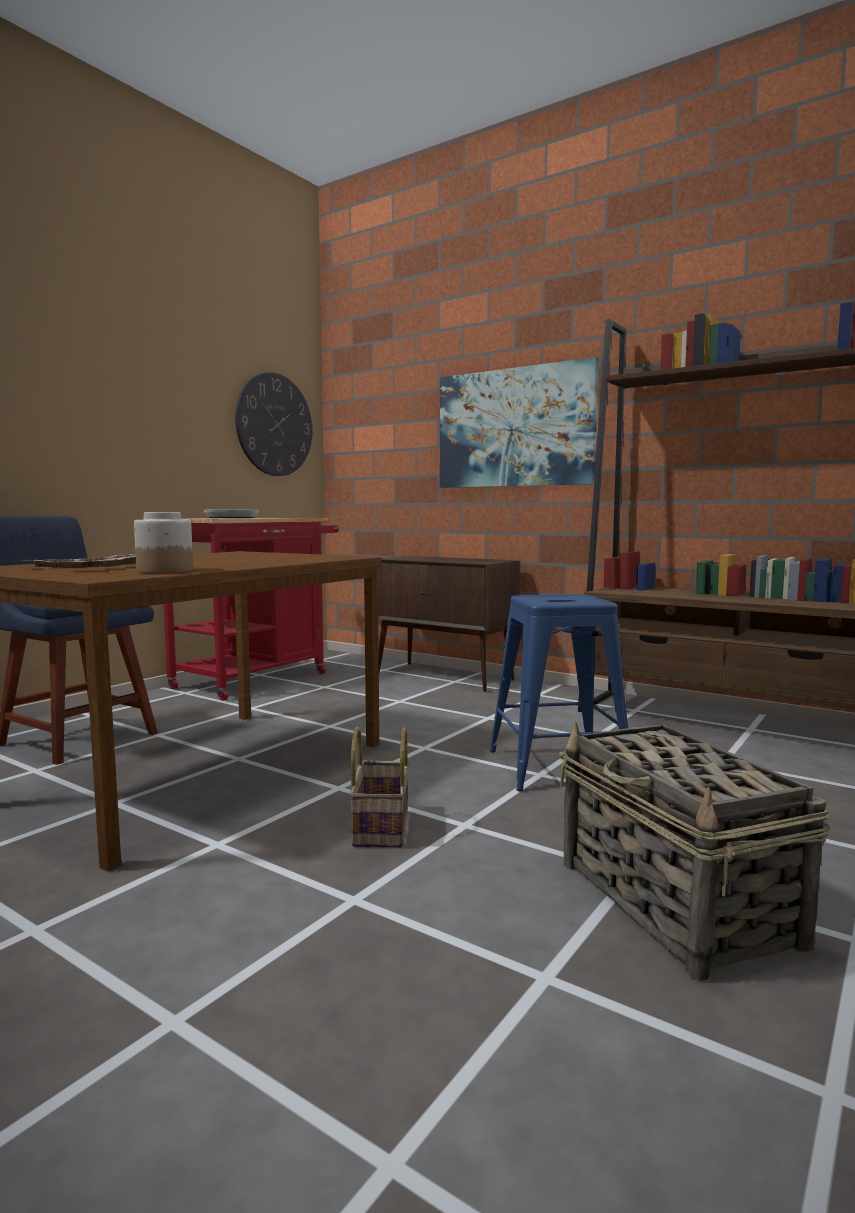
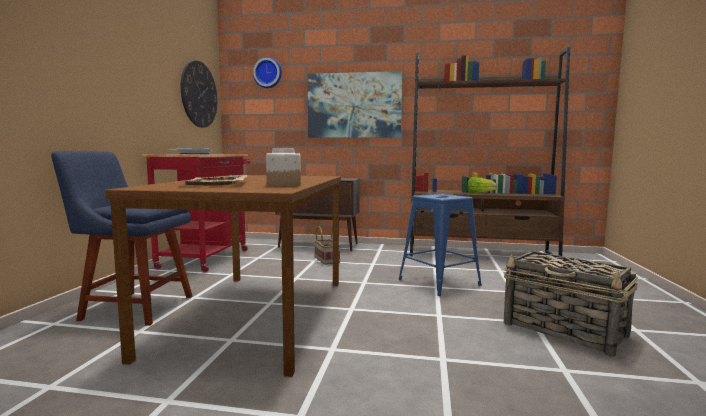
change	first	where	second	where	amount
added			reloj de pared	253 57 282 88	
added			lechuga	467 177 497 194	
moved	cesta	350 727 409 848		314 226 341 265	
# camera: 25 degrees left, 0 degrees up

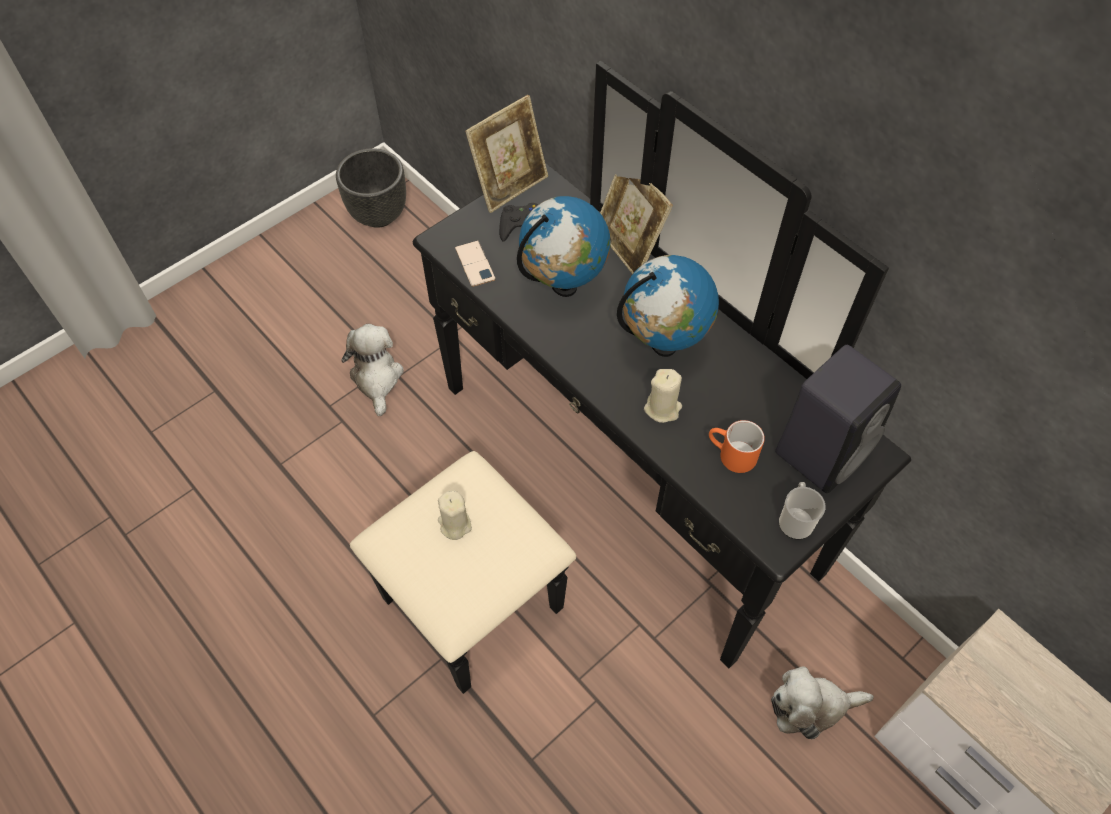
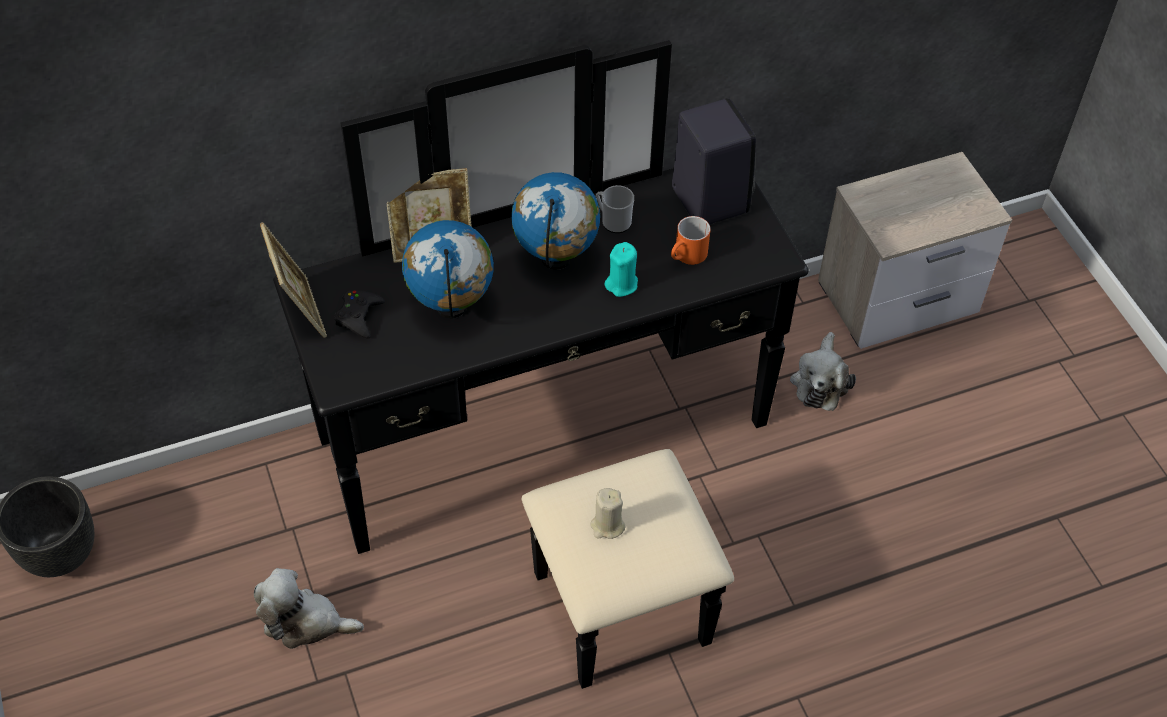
change	first	where	second	where	amount
removed	móvil	455 240 496 287			
moved	taza grande	779 482 826 540		596 185 634 233	
recoloured	vela/beis	644 369 682 423	vela/turquesa	604 242 638 297	
# camera: 70 degrees left, 5 degrees down

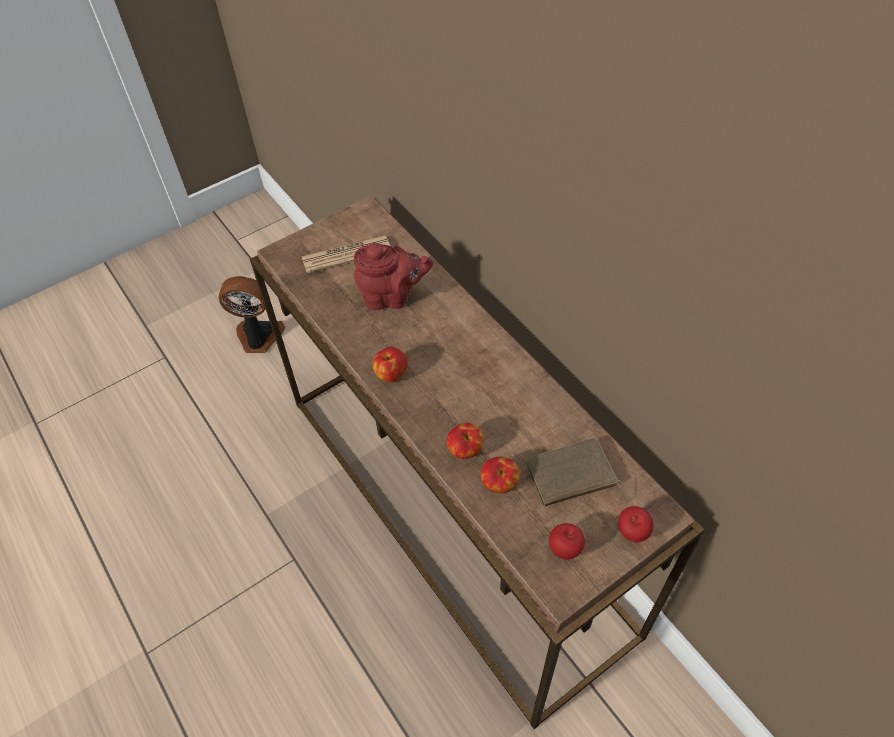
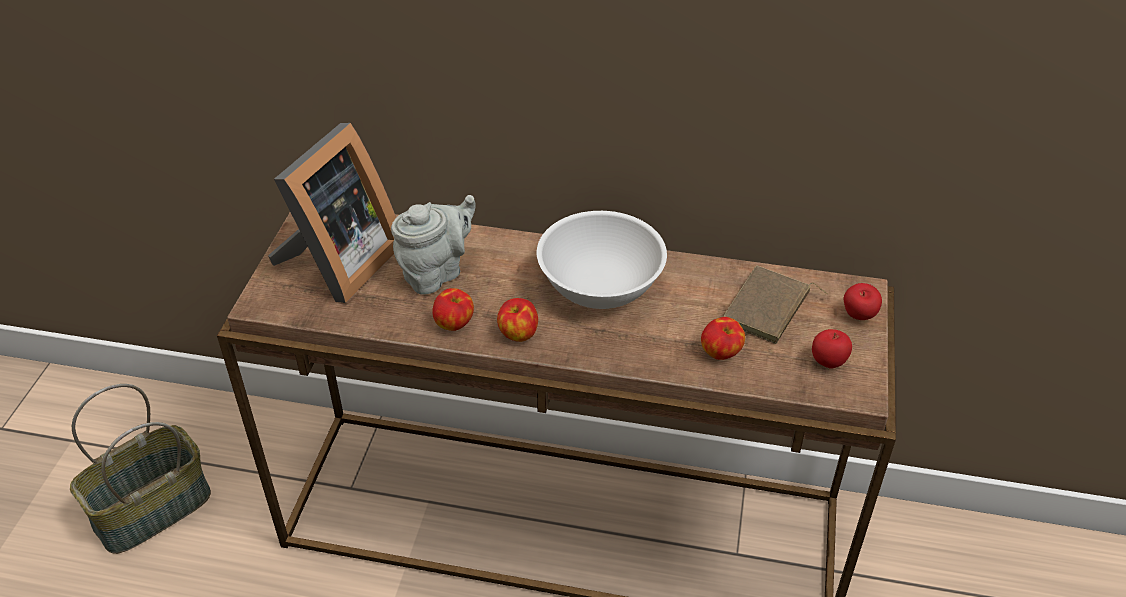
change	first	where	second	where	amount
added			cuenco/blanco	537 211 667 309	
moved	manzana	447 423 484 459		433 288 474 331	
replaced	ventilador	219 276 285 353	cesta	70 384 211 554	
replaced	periódico	302 235 390 273	portarretratos	268 123 396 303	
recoloured	tetera/rojo	354 243 433 310	tetera/gris	391 195 475 295	
# camera: 45 degrees left, 10 degrees down

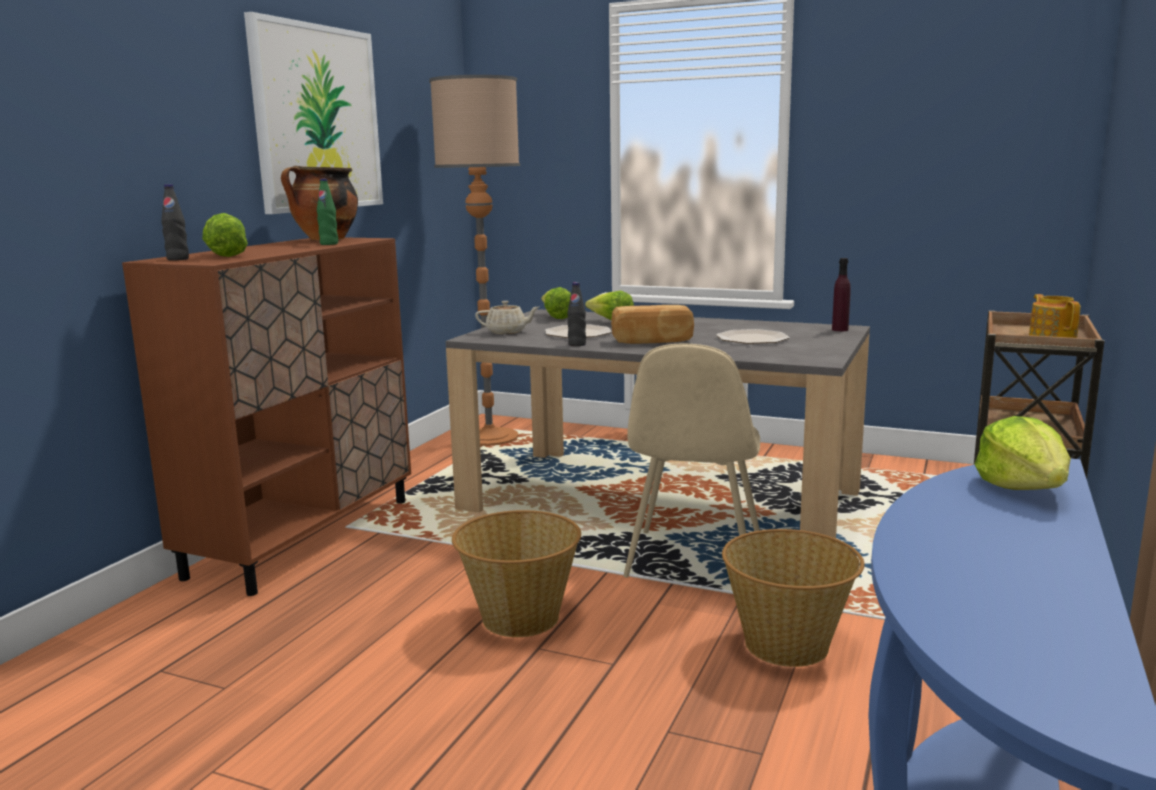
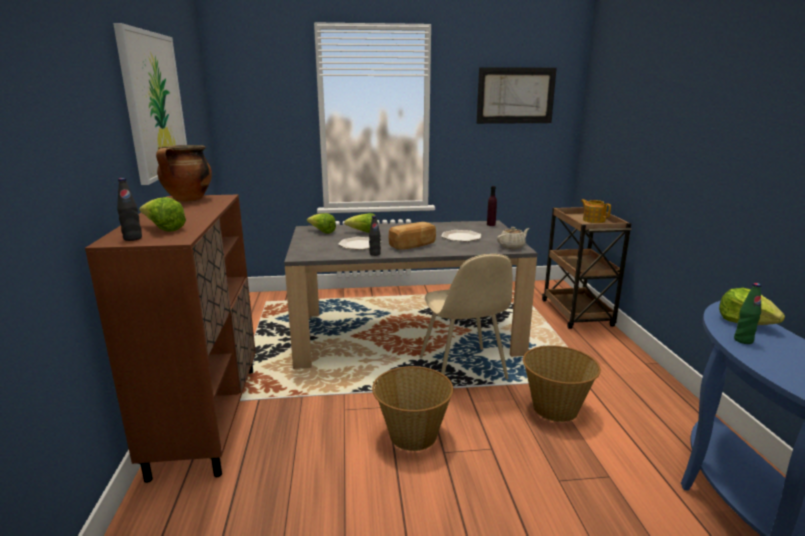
change	first	where	second	where	amount
removed	lámpara de pie	429 75 520 447			
added			cuadro	476 67 557 124	
moved	botella/verde	317 179 338 245		734 283 761 344	
moved	tetera/beis	475 301 539 334		497 227 530 249	
# camera: 30 degrees left, 5 degrees up

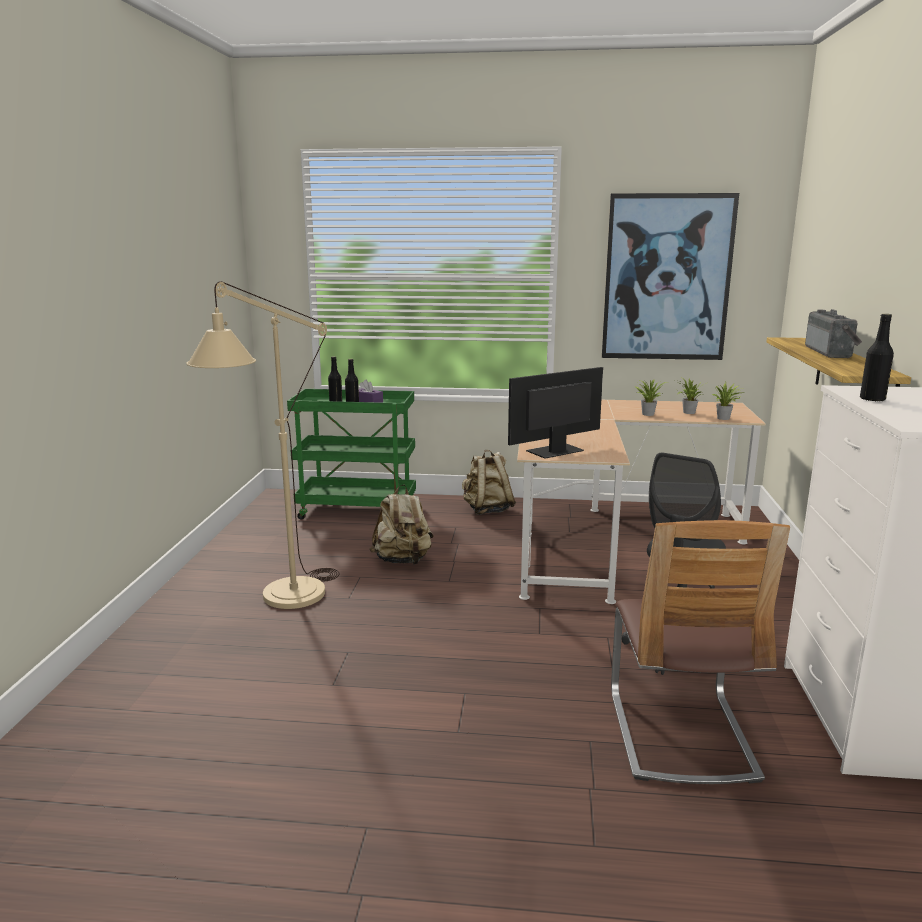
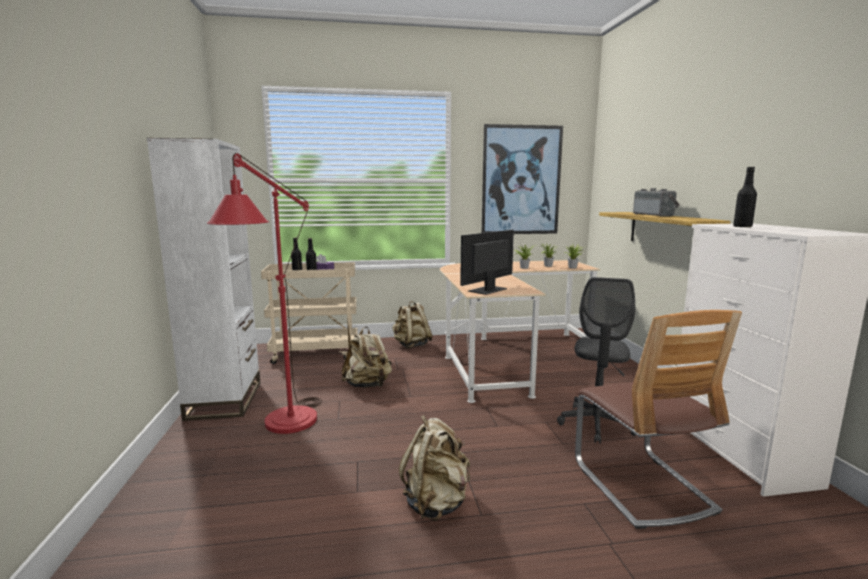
change	first	where	second	where	amount
added			estantería/blanco	147 138 260 421	
added			mochila/beis	399 415 470 521	
recoloured	lámpara de pie/beis	186 281 339 609	lámpara de pie/rojo	207 153 322 434	
recoloured	carrito/verde	287 389 416 520	carrito/beis	261 262 358 364	
# camera: 15 degrees left, 5 degrees down

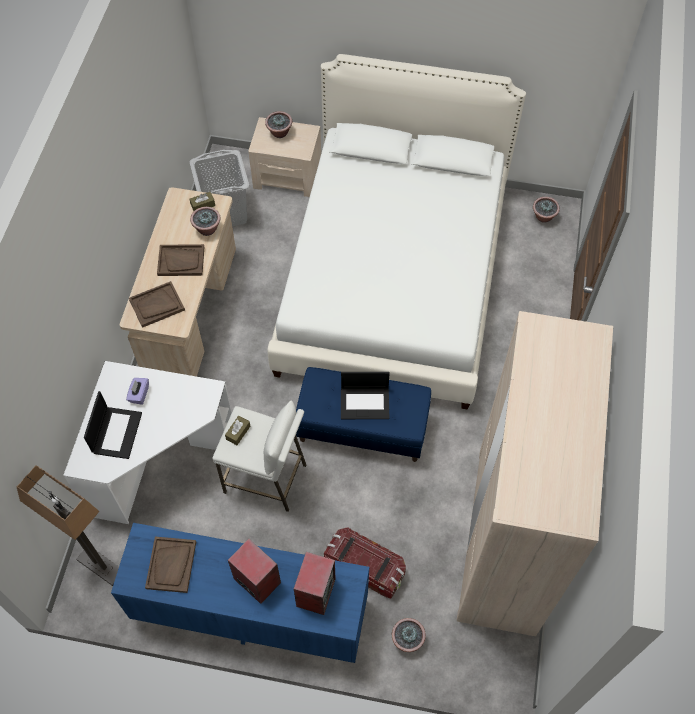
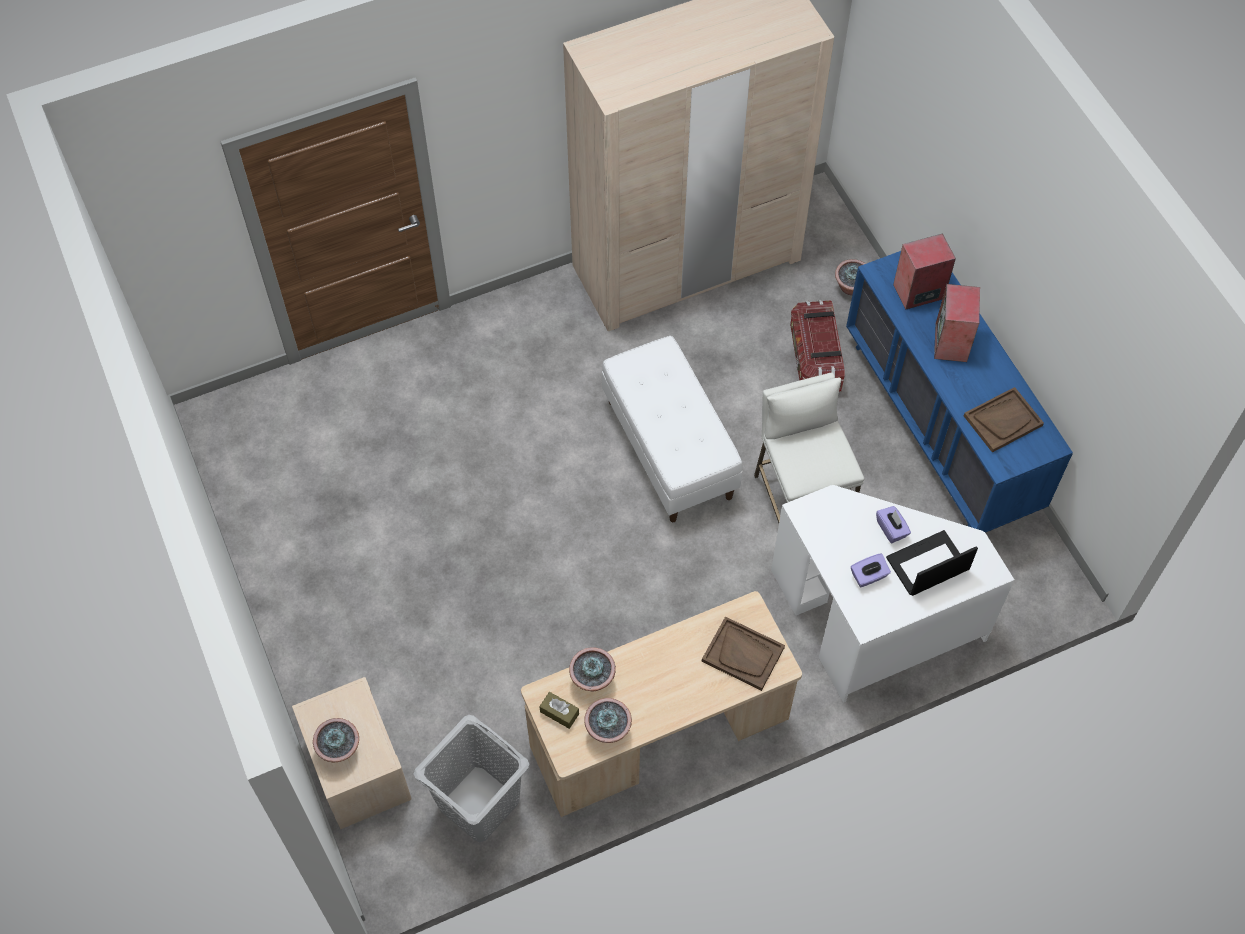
change	first	where	second	where	amount
removed	lámpara de pie	17 465 119 586			
removed	bandeja/marrón	157 244 204 276			
removed	caja de pañuelos/marrón	225 416 250 445			
removed	cama/blanco	268 54 526 409			
removed	portátil	341 372 390 419			
added			caja de pañuelos/morado	876 506 911 543	
moved	planta en maceta	533 197 560 223		584 698 632 743	
recoloured	banco/azul	296 367 431 462	banco/blanco	602 336 743 522	
# camera: 125 degrees left, 0 degrees up

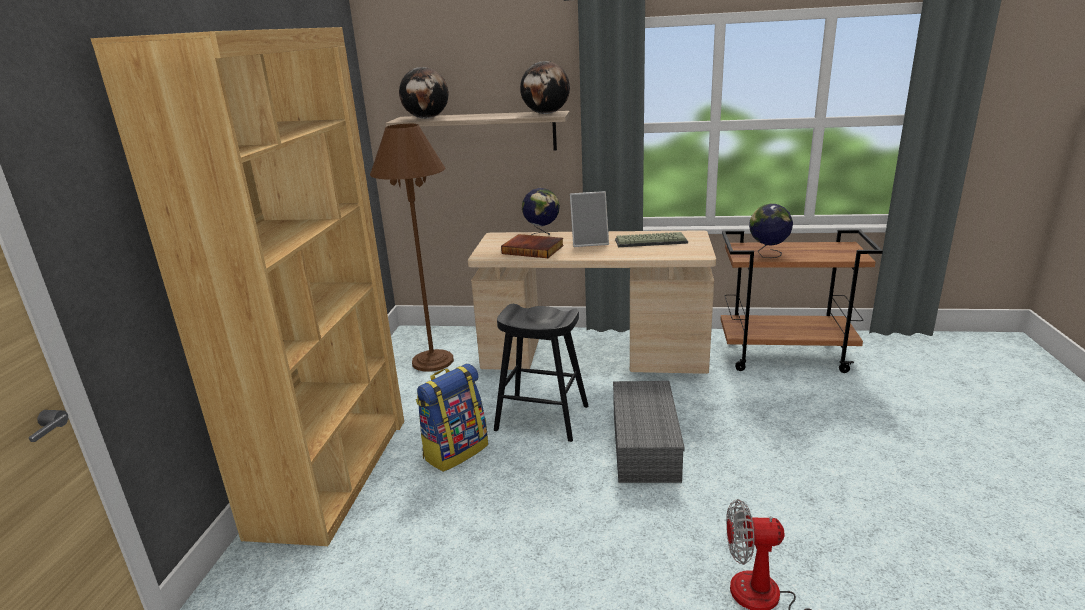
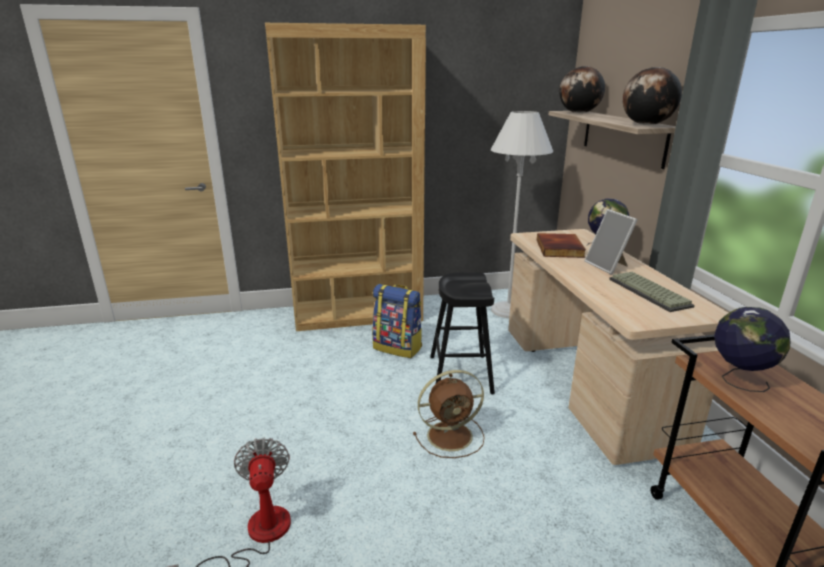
change	first	where	second	where	amount
replaced	caja de almacenaje/gris	613 381 685 483	ventilador/marrón	413 370 485 458	
recoloured	lámpara de pie/marrón	370 124 454 372	lámpara de pie/blanco	491 111 554 318	
# camera: 70 degrees right, 0 degrees up

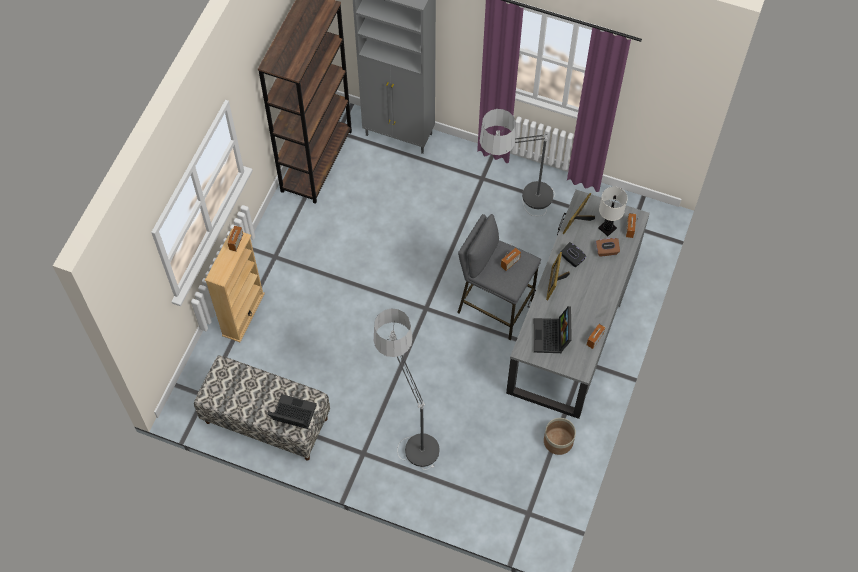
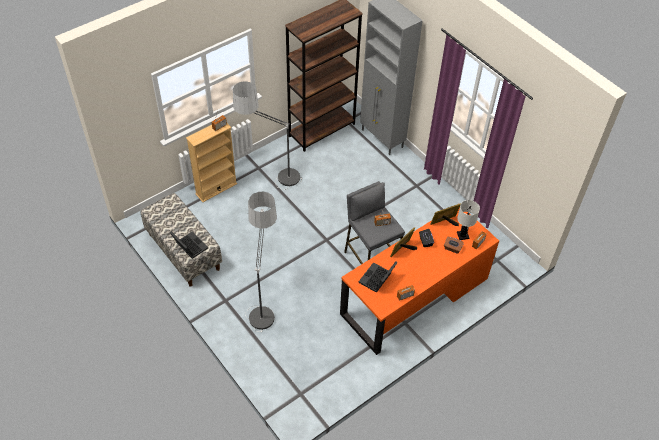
change	first	where	second	where	amount
removed	maceta	544 418 576 455			
moved	lámpara de pie	479 109 555 216		233 81 302 190	
recoloured	escritorio/gris	506 190 650 419	escritorio/naranja	340 208 499 355	
# camera: 30 degrees right, 10 degrees down

